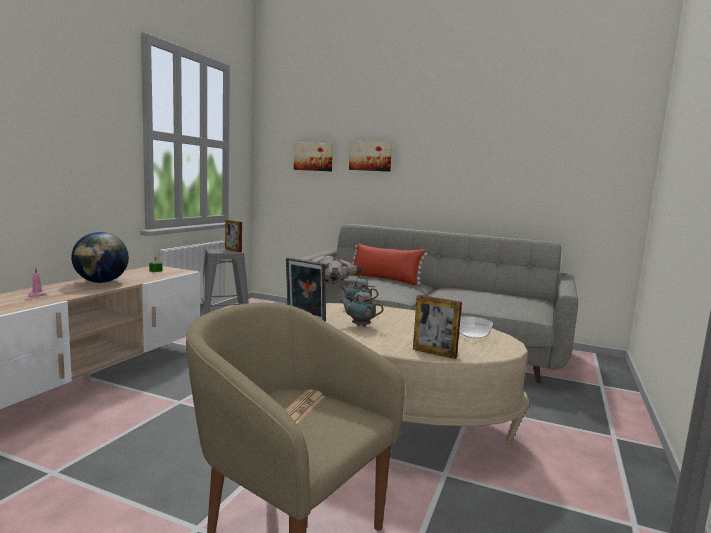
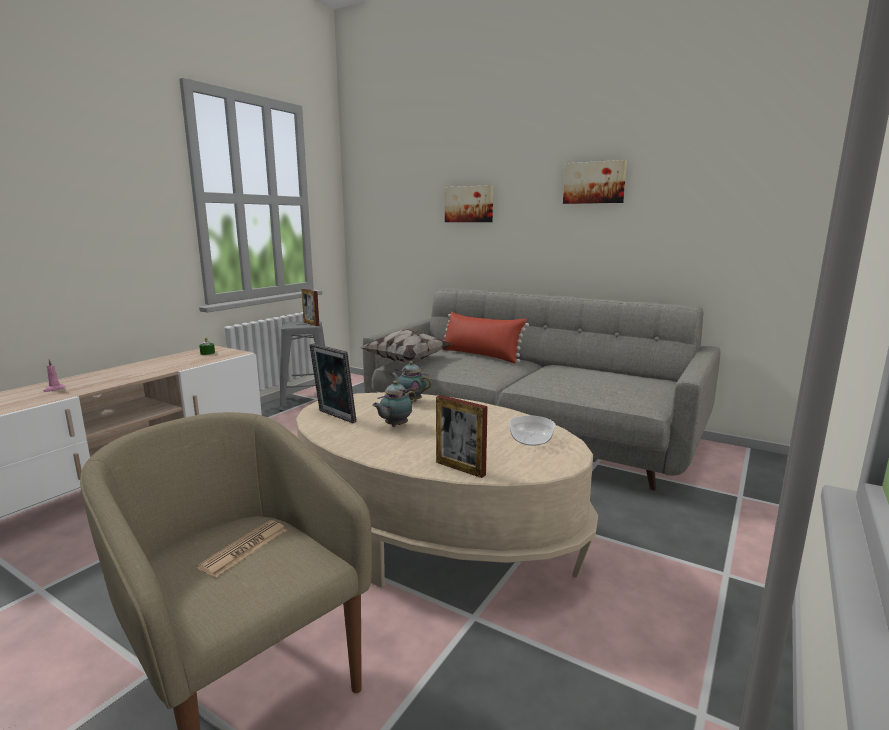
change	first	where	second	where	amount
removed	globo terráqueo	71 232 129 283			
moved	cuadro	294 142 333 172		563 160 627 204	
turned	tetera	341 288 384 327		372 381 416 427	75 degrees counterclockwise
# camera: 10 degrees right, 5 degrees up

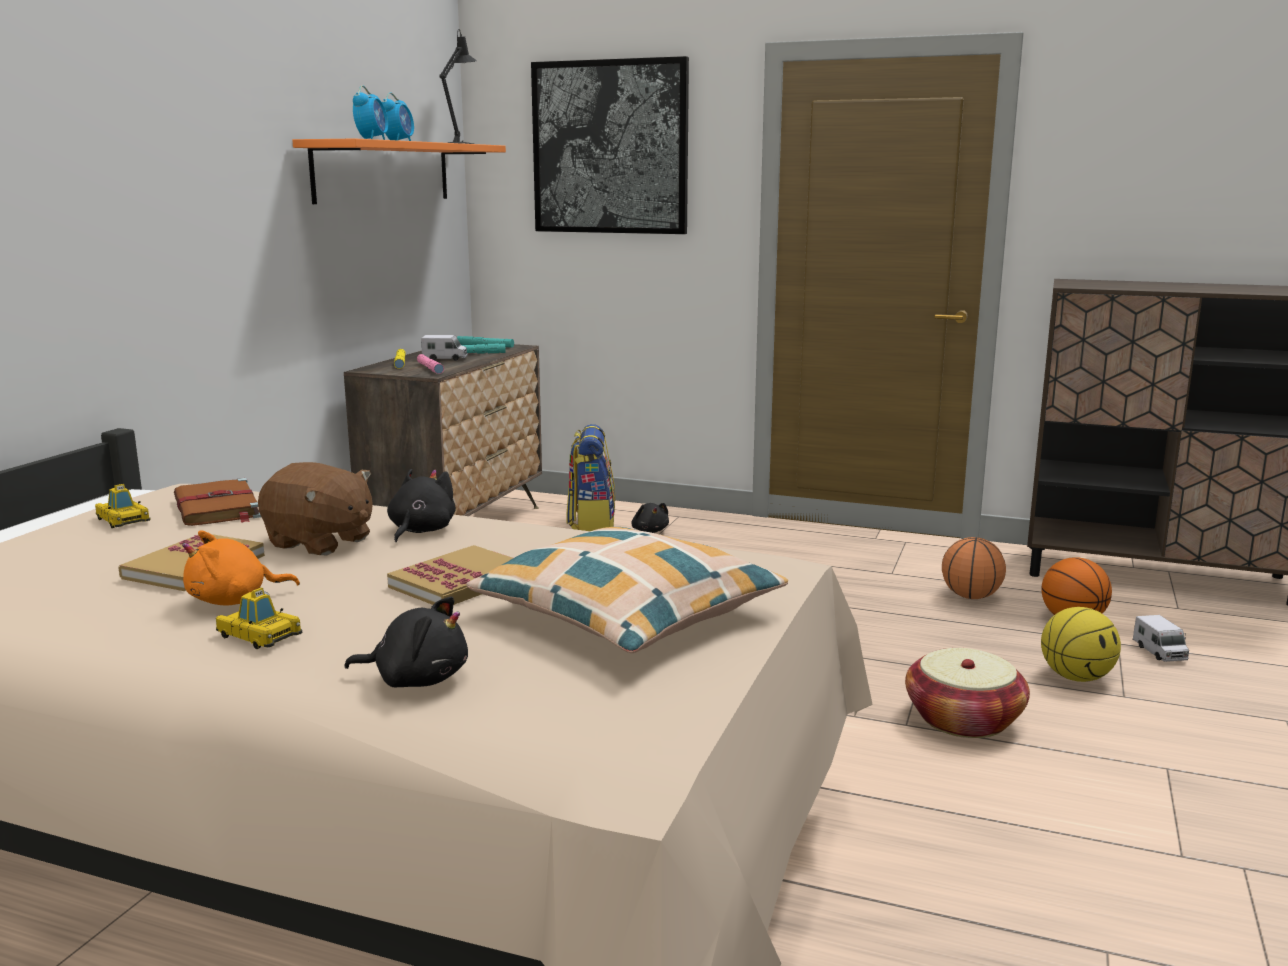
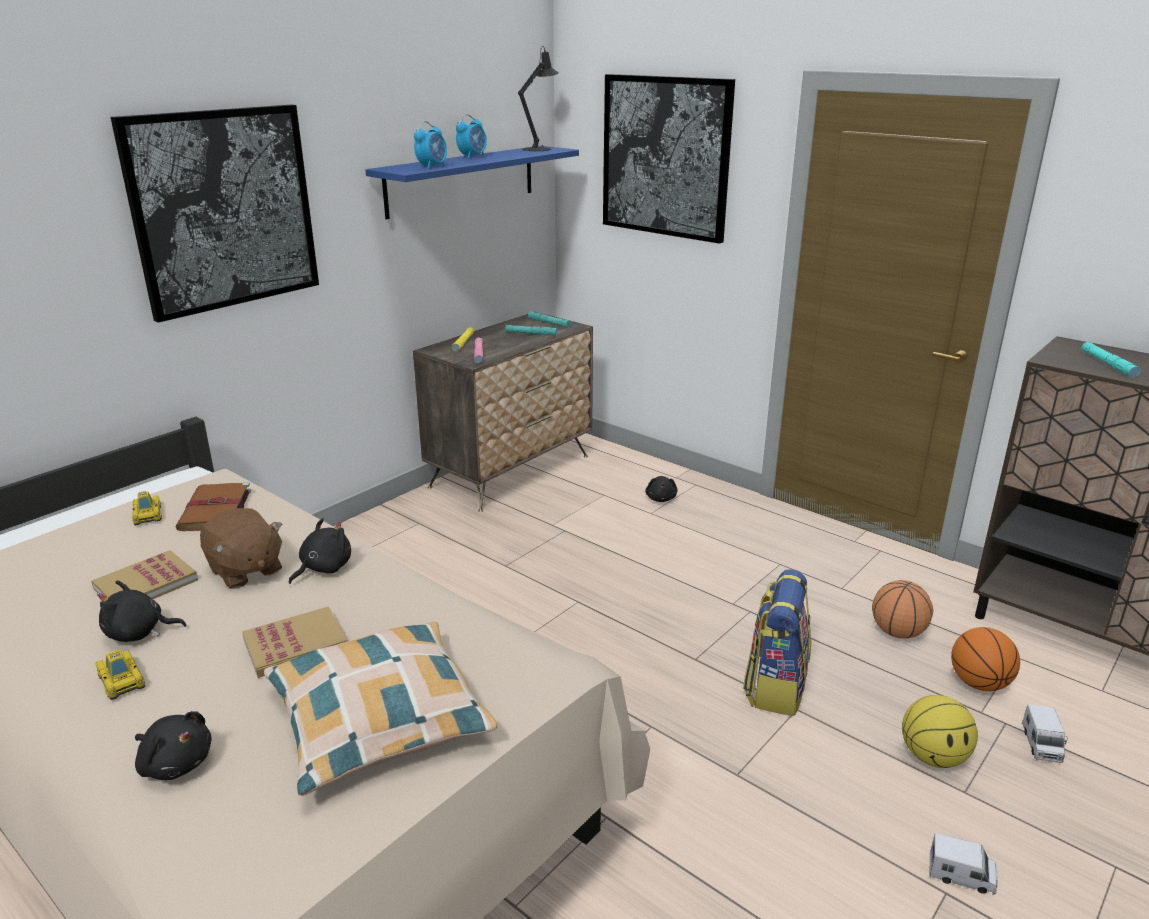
change	first	where	second	where	amount
removed	cesta	905 648 1030 738			
added			cuadro	111 105 319 323	
added			linterna/turquesa	1082 342 1141 377	
moved	camión de juguete	421 335 468 361		929 833 998 895	
moved	mochila	567 424 615 531		743 569 811 716	
recoloured	peluche/naranja	182 530 300 605	peluche/negro	97 580 187 642	
recoloured	estante/naranja	292 139 506 204	estante/azul	365 146 579 220	
# camera: 20 degrees right, 10 degrees up

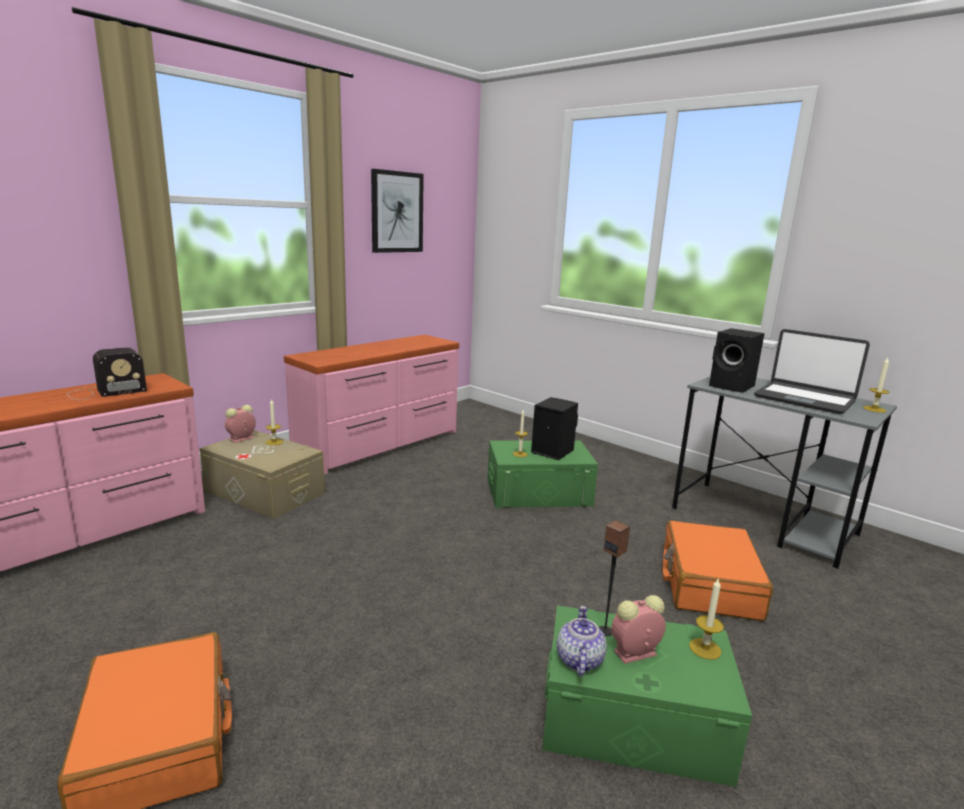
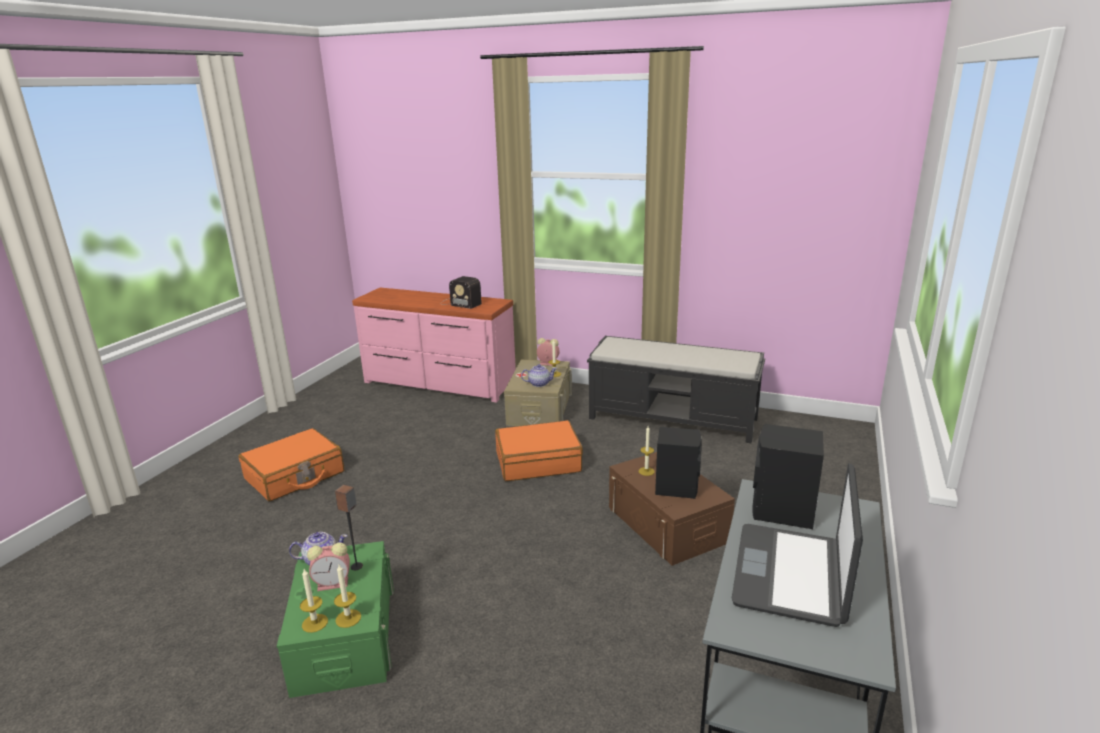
change	first	where	second	where	amount
removed	cuadro	371 169 424 253			
added			tetera	521 364 557 387	
moved	maleta/naranja	663 520 773 621		495 420 583 481	
moved	vela	863 358 889 413		300 569 328 633	
replaced	cómoda/rosa	284 335 459 474	banco/negro	587 336 765 443	
recoloured	caja de almacenaje/verde	488 440 598 508	caja de almacenaje/marrón	609 452 735 566	
turned	despertador	611 595 666 664		307 542 350 591	120 degrees clockwise
# camera: 70 degrees right, 5 degrees up

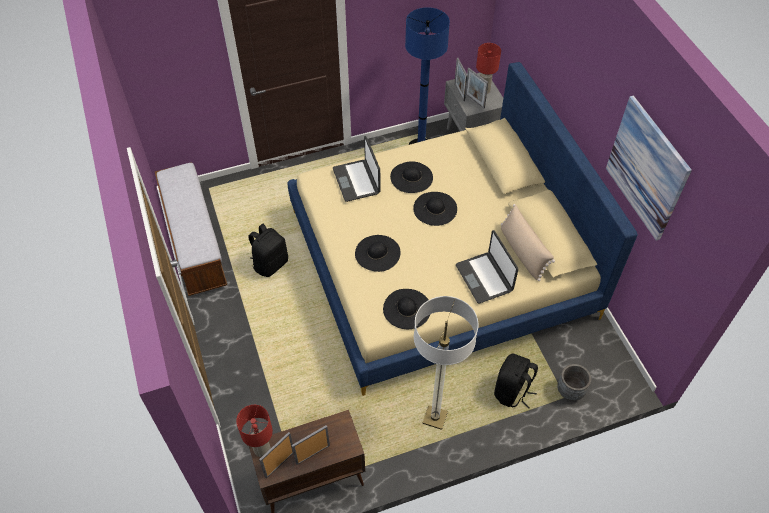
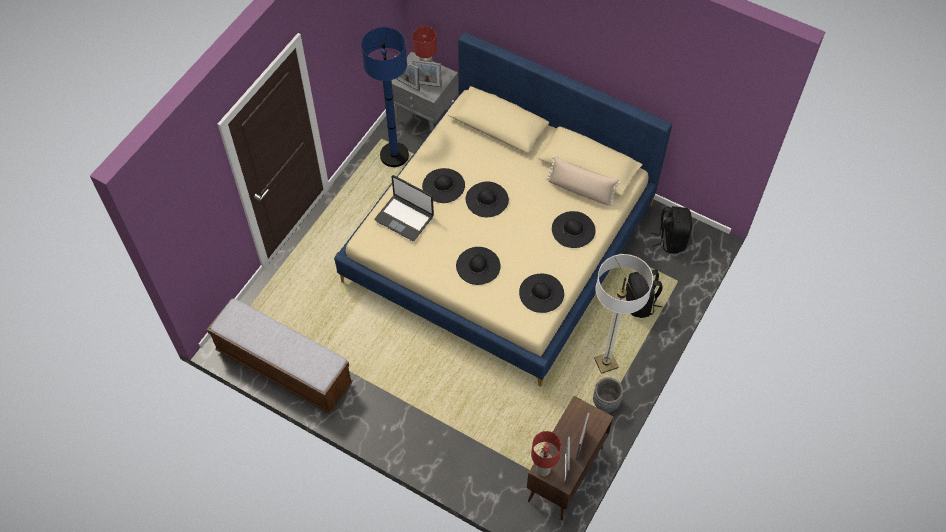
change	first	where	second	where	amount
removed	cuadro	606 96 692 241			
moved	mochila/negro	248 224 288 277		651 206 692 253	
moved	maceta/gris	557 364 591 401		593 377 623 412	
replaced	portátil	456 230 518 304	sombrero/negro	552 211 595 248	
# camera: 40 degrees left, 5 degrees up

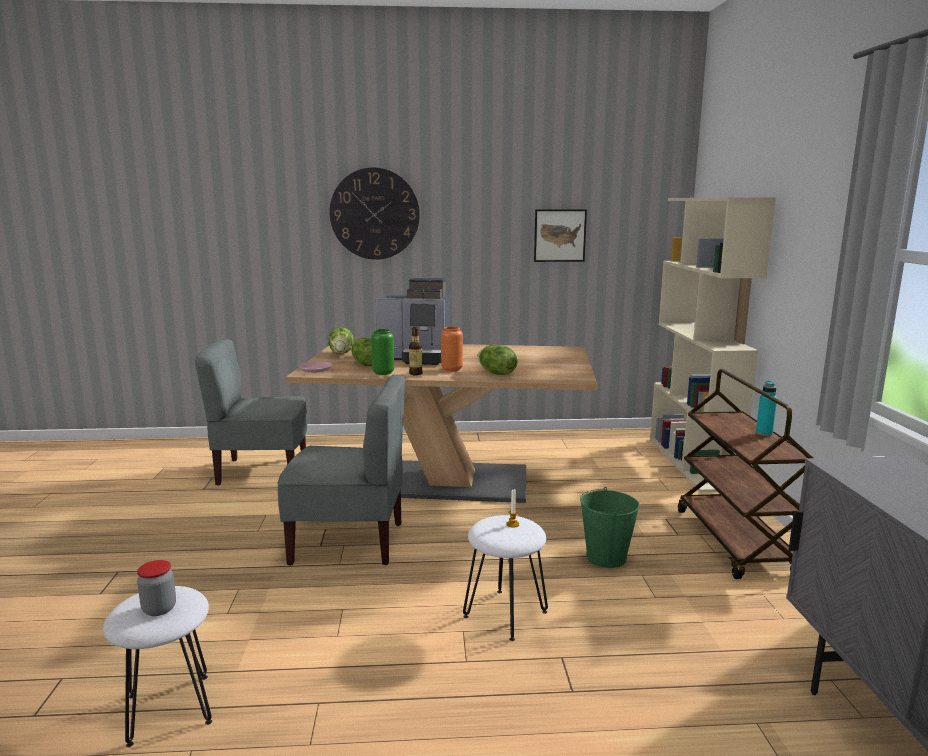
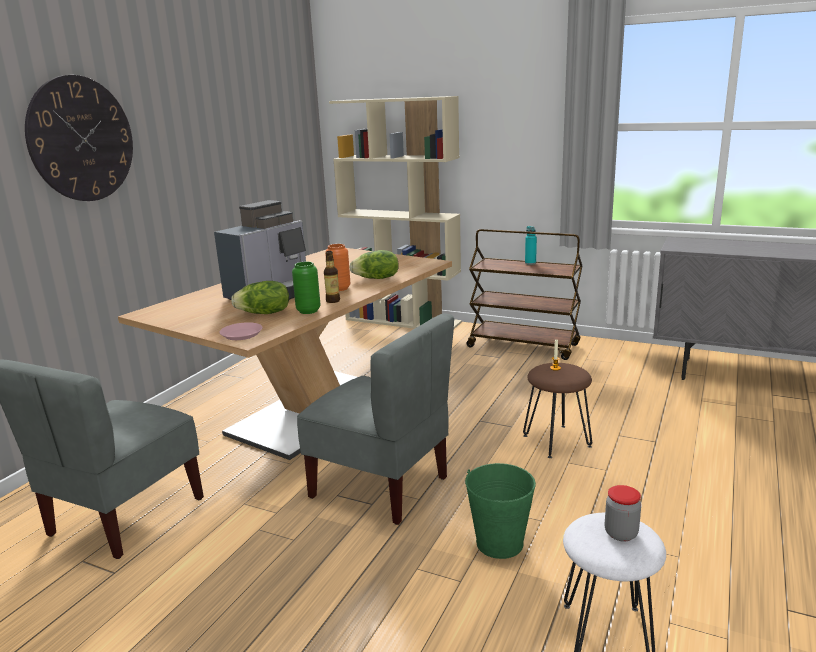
change	first	where	second	where	amount
removed	lechuga	329 327 354 354			
removed	cuadro	534 209 587 262			
moved	cubo/verde	580 487 640 568		465 463 536 559	
recoloured	taburete/blanco	463 515 548 641	taburete/marrón	523 363 592 458	
turned	silla/gris	277 375 405 566		297 313 454 525	90 degrees clockwise
# camera: 60 degrees left, 5 degrees up

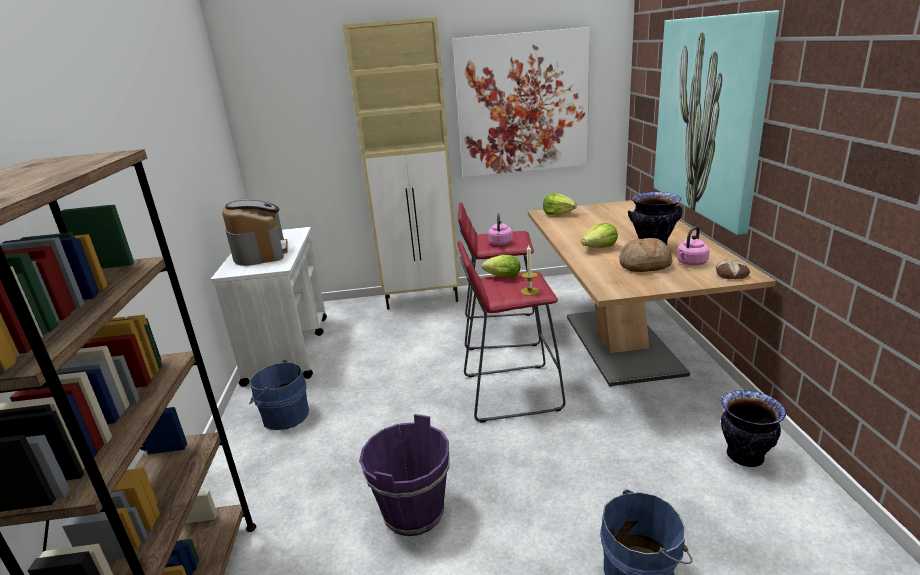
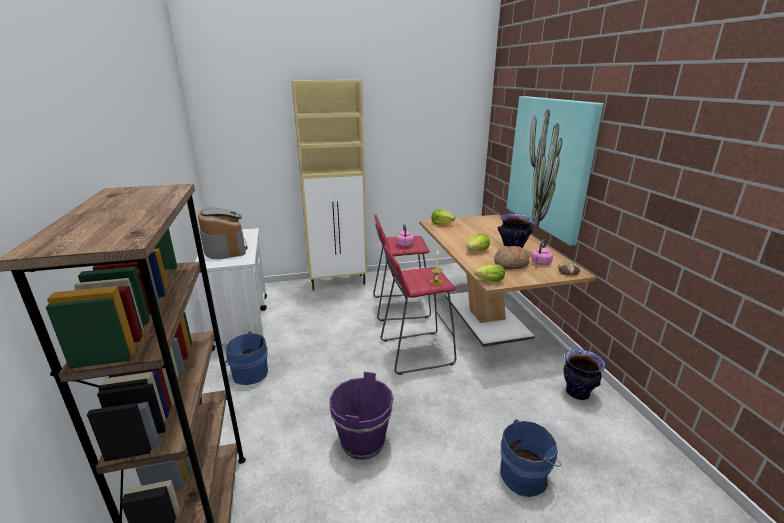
change	first	where	second	where	amount
removed	cuadro	452 27 590 177			
moved	lechuga	482 255 520 278		474 264 505 282	
# camera: 10 degrees left, 0 degrees up

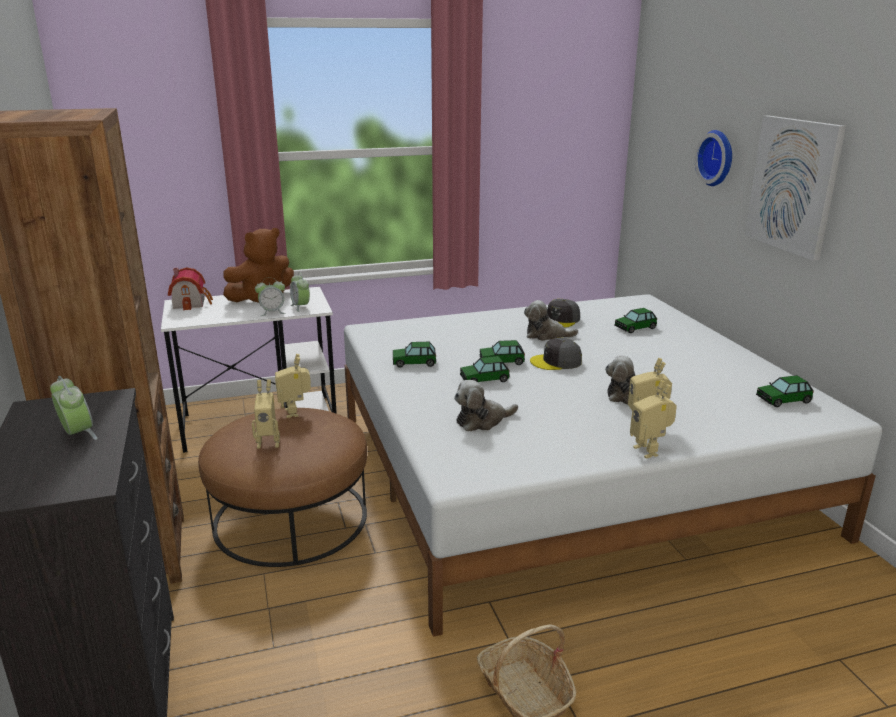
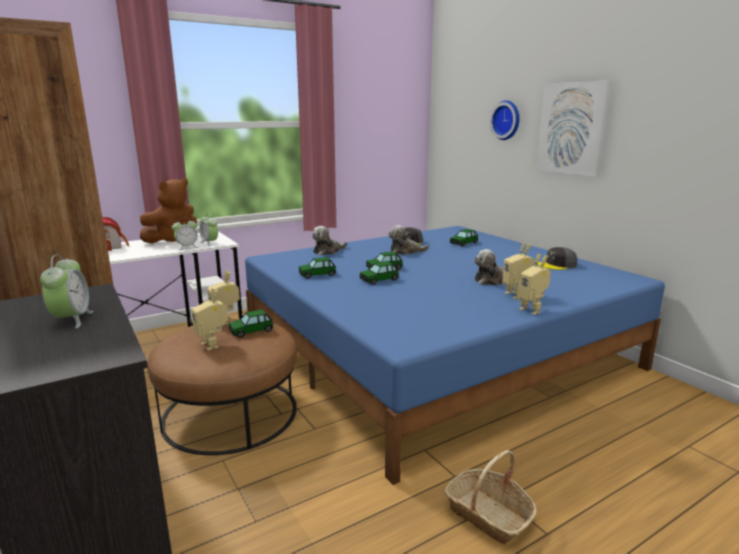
change	first	where	second	where	amount
moved	peluche	454 380 518 431		312 226 347 255	
moved	gorra/gris	530 338 582 370		538 247 577 270	
moved	coche de juguete	756 375 814 407		228 310 273 338	
recoloured	cama/blanco	344 294 882 637	cama/azul	245 226 665 485	
turned	despertador	50 376 98 440		40 254 93 328	45 degrees clockwise
turned	robot de juguete	252 380 280 449		192 288 228 351	75 degrees clockwise
# camera: 15 degrees left, 5 degrees down

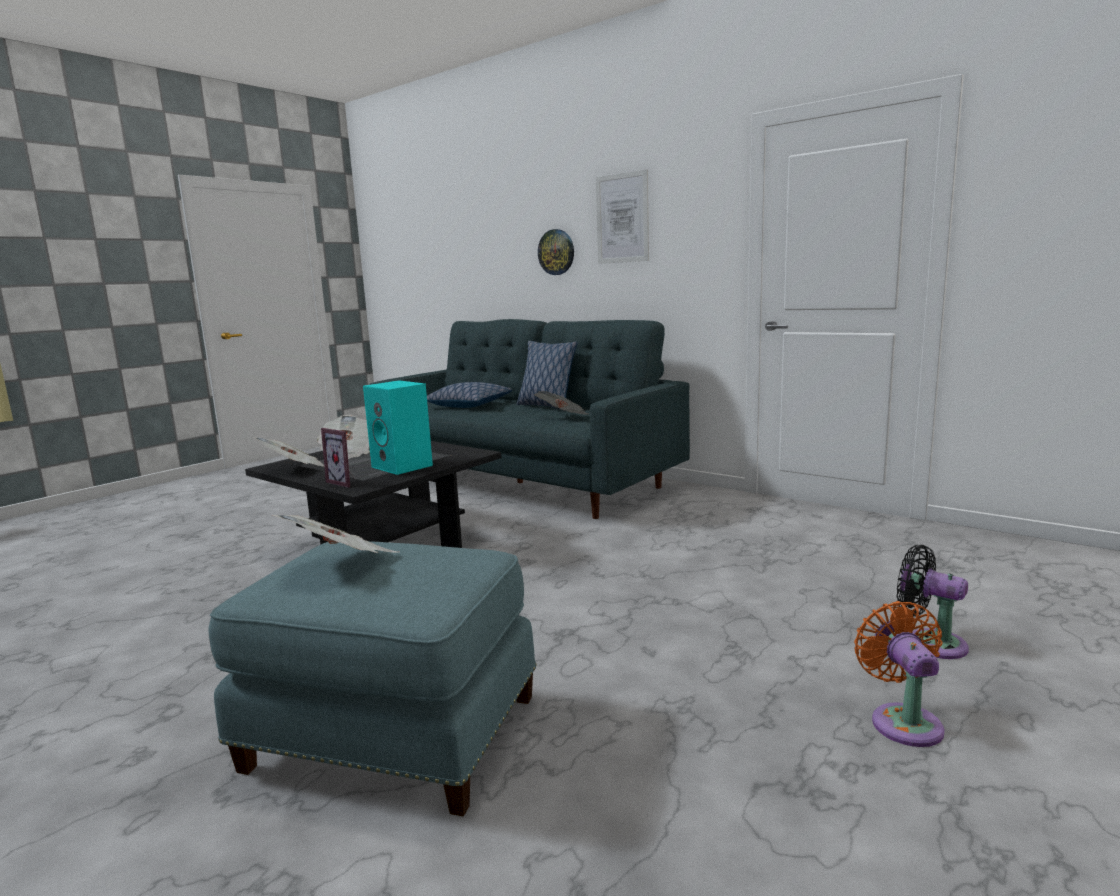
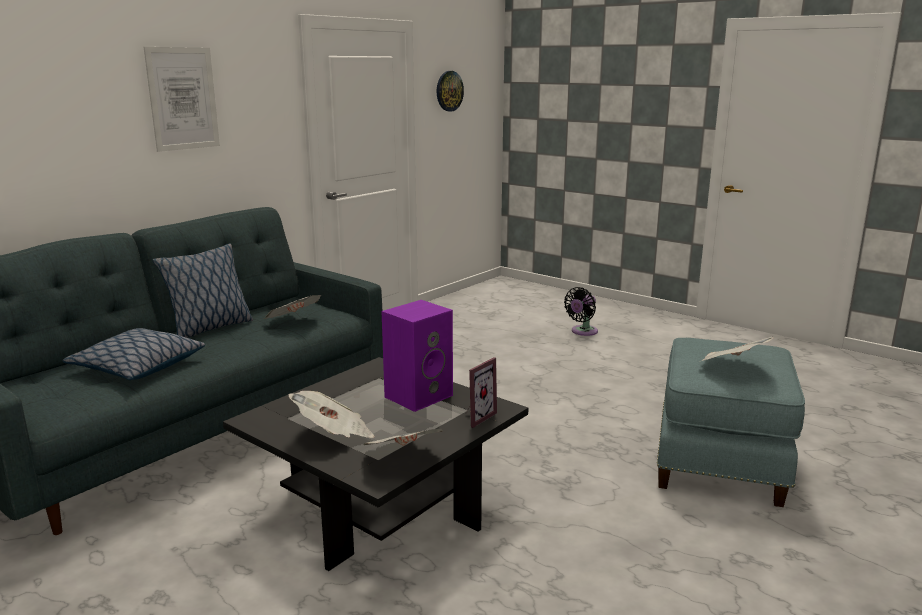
change	first	where	second	where	amount
removed	ventilador/naranja	854 601 945 747			
moved	reloj de pared	538 229 574 275		437 71 464 112	
recoloured	altavoz/turquesa	363 380 433 475	altavoz/morado	381 300 453 412	
# camera: 90 degrees left, 5 degrees up

